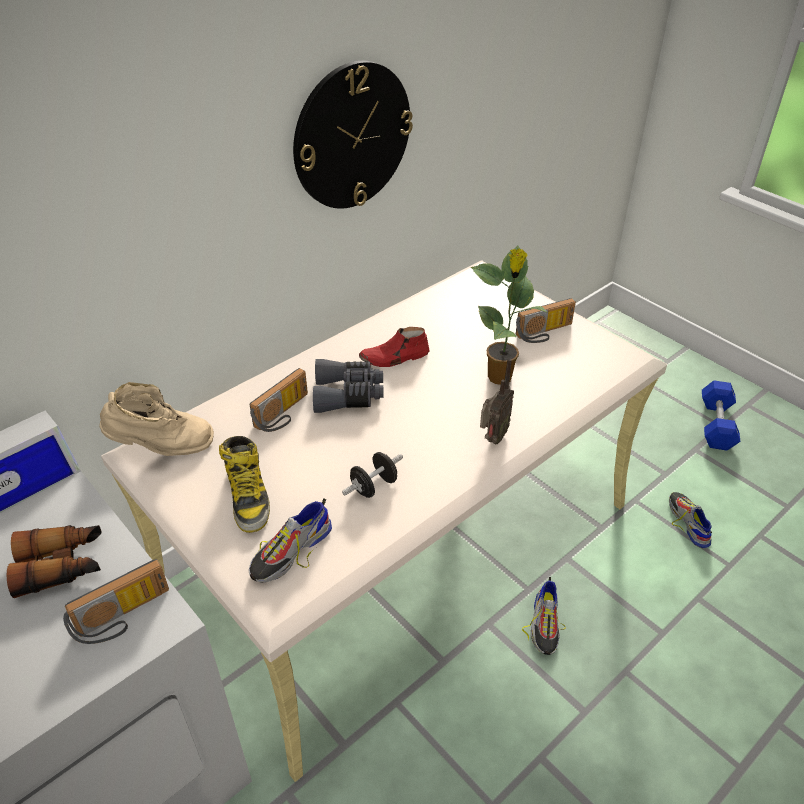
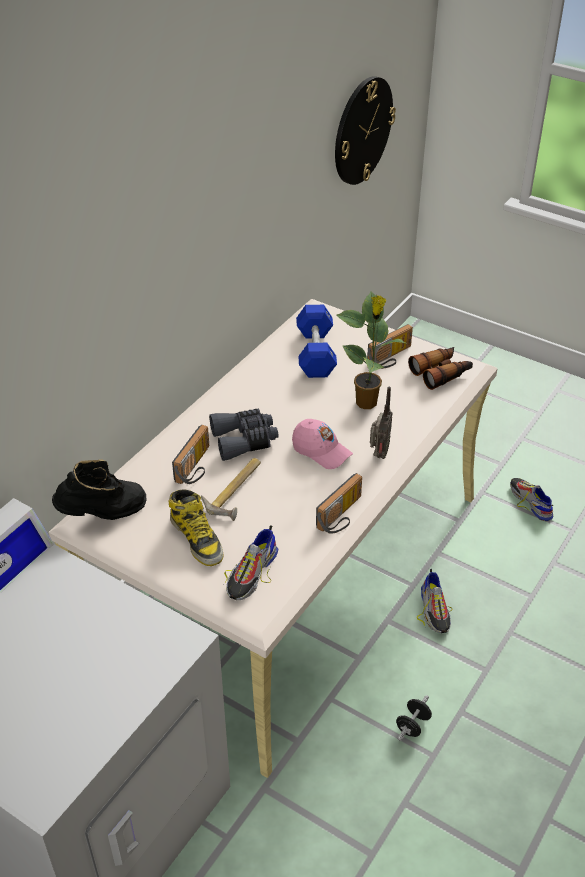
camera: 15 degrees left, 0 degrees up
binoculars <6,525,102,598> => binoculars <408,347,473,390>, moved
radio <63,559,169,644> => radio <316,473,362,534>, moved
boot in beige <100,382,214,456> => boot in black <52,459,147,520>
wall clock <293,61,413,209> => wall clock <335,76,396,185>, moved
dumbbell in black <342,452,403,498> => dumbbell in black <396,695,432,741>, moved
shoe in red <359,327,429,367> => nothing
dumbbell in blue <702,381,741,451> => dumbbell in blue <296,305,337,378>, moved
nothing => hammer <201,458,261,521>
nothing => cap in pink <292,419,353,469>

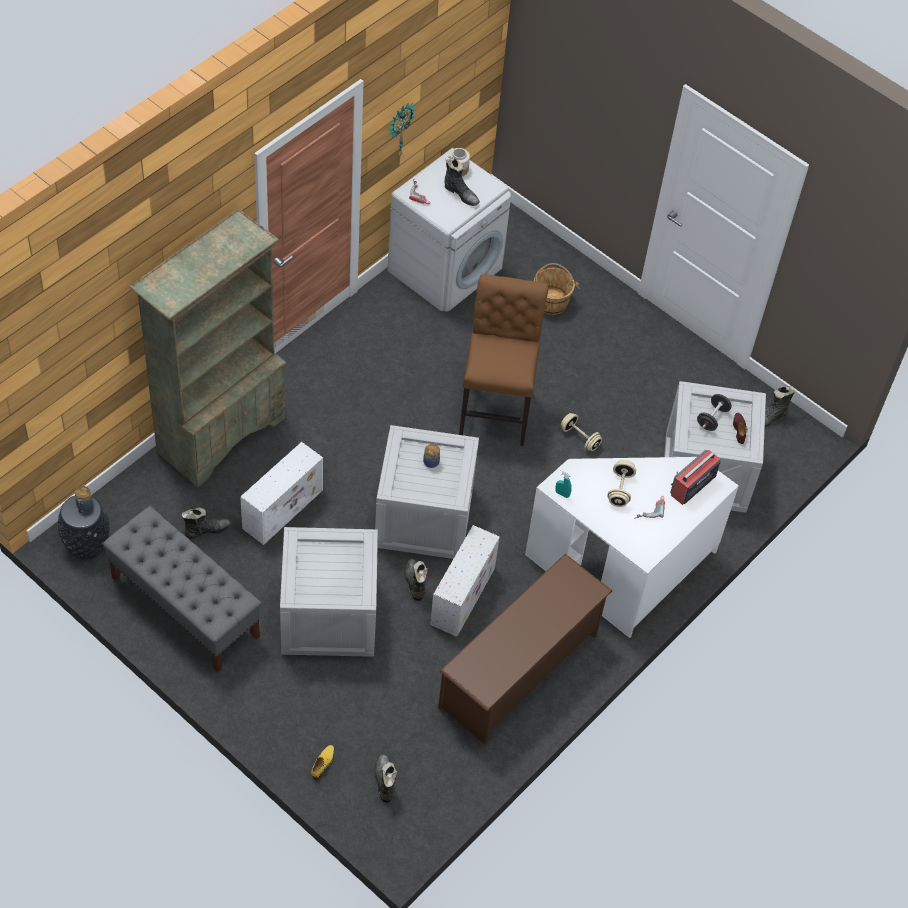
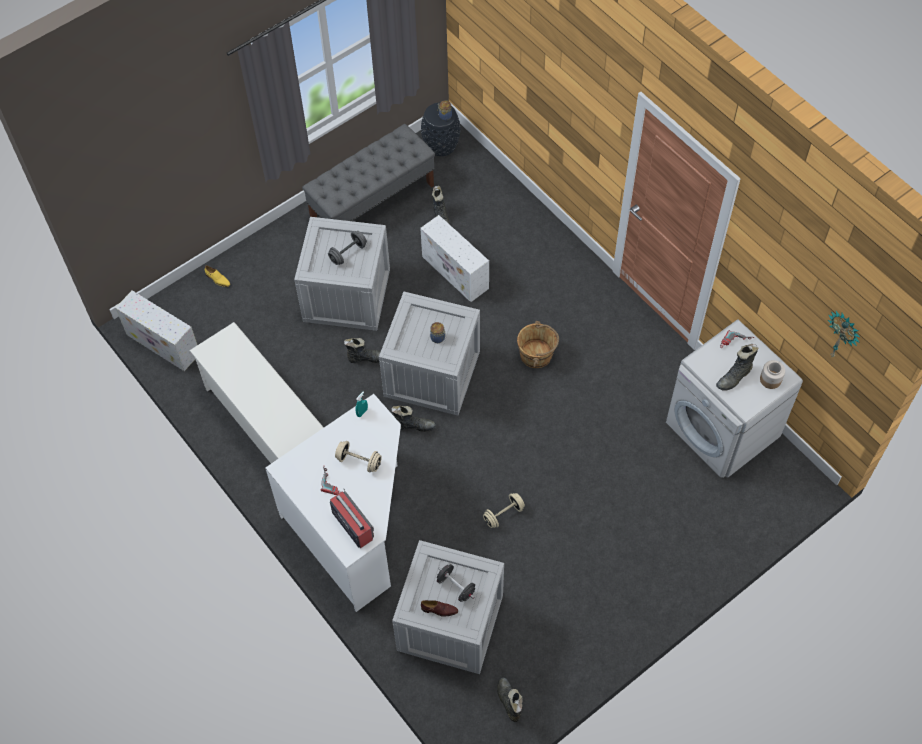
camera: 105 degrees right, 5 degrees up
bookcase in green <129,208,287,487> => nothing
boot in black <375,755,397,802> => boot in black <391,406,436,432>, moved
wall clock <389,103,416,157> => wall clock <828,311,860,357>, moved
storage box in white <430,525,500,637> => storage box in white <115,290,197,371>, moved
shoe rack in brown <438,554,612,745> => shoe rack in white <189,322,324,463>
stool in brown <459,274,548,446> => nothing
bucket in brown <534,263,580,315> => bucket in brown <517,321,559,368>, moved
nothing => dumbbell in grey <328,231,367,265>

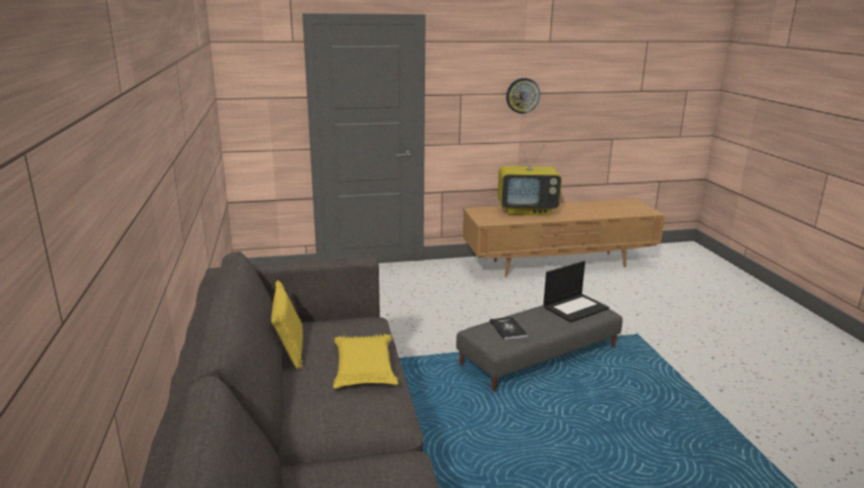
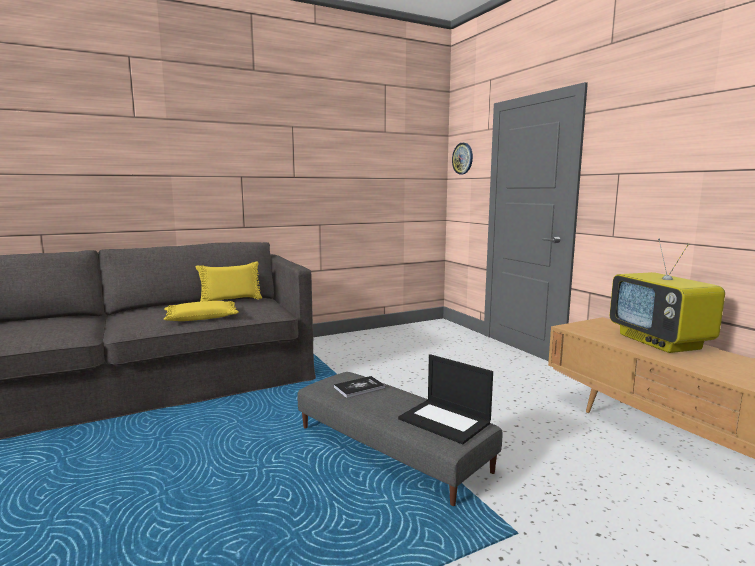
camera: 75 degrees right, 10 degrees down
wall clock <506,78,540,114> => wall clock <452,143,473,175>, moved

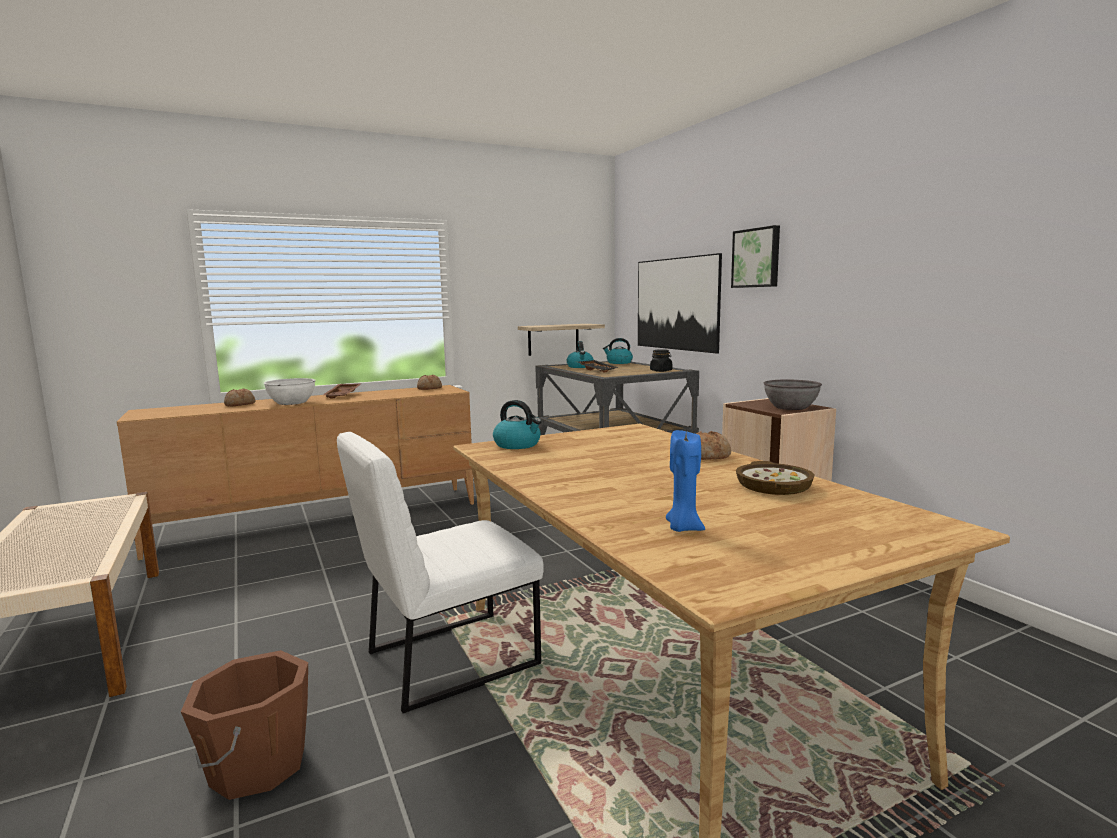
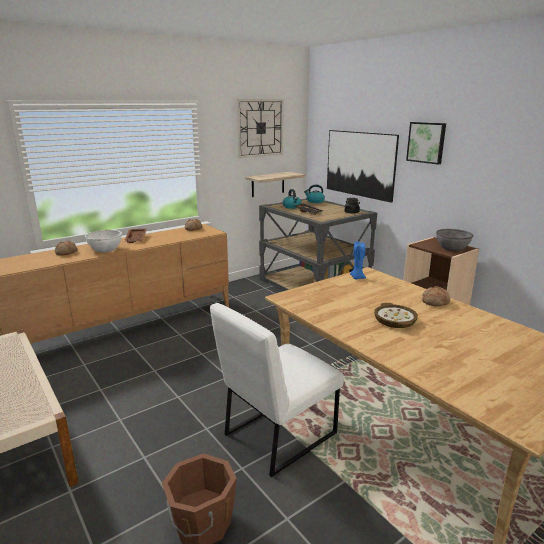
camera: 10 degrees left, 10 degrees up
kettle <493,400,542,449> => nothing
candle in blue <666,430,705,532> => candle in blue <350,241,366,279>, moved
bowl <736,461,815,495> => bowl <374,303,418,328>, moved
nothing => wall clock <237,99,284,158>

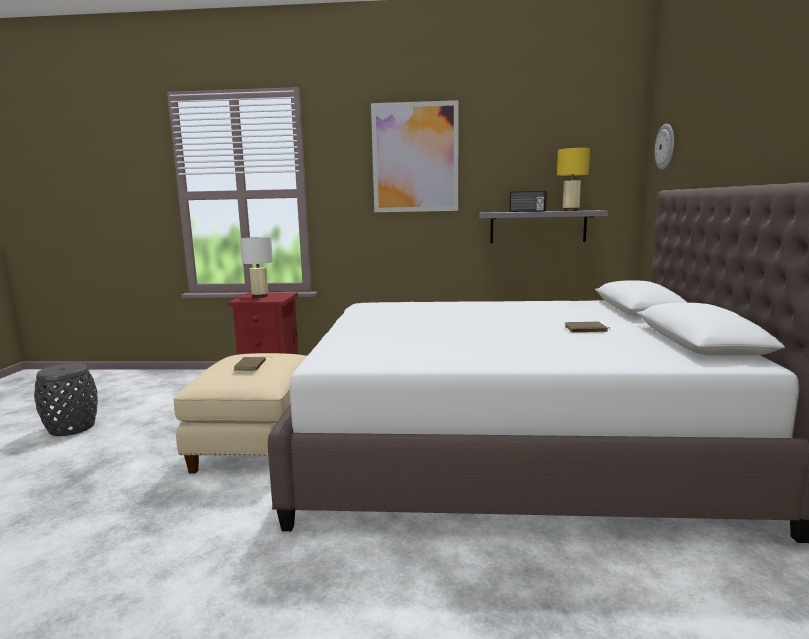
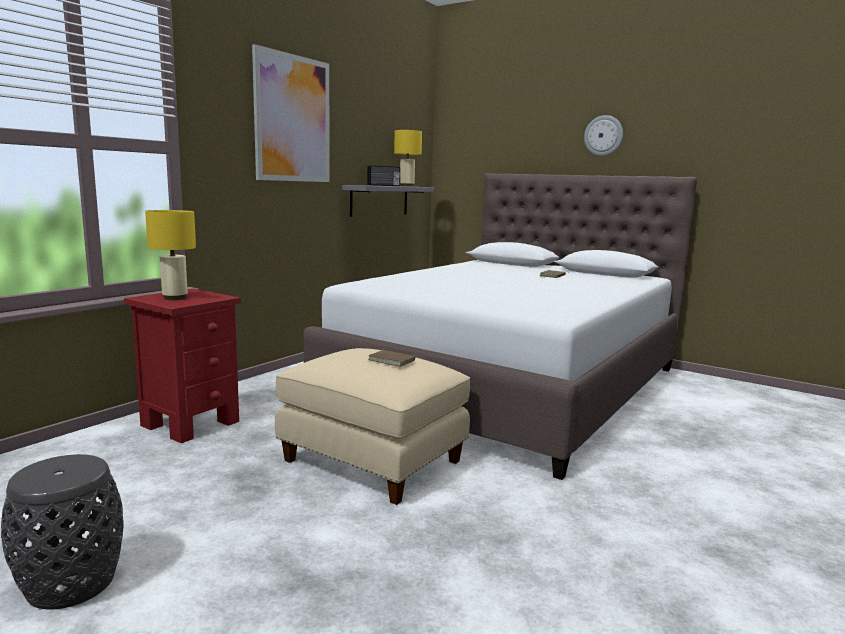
camera: 60 degrees left, 0 degrees up
table lamp in white <240,237,273,298> => table lamp in yellow <145,210,196,300>
wall clock <655,124,674,170> => wall clock <584,115,623,156>, moved

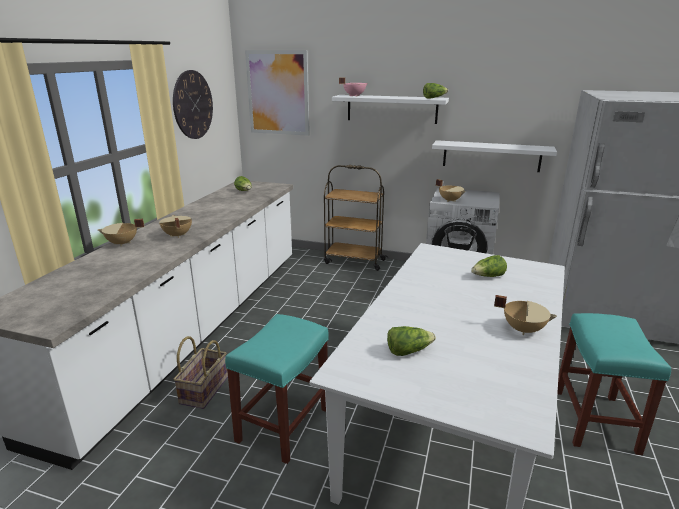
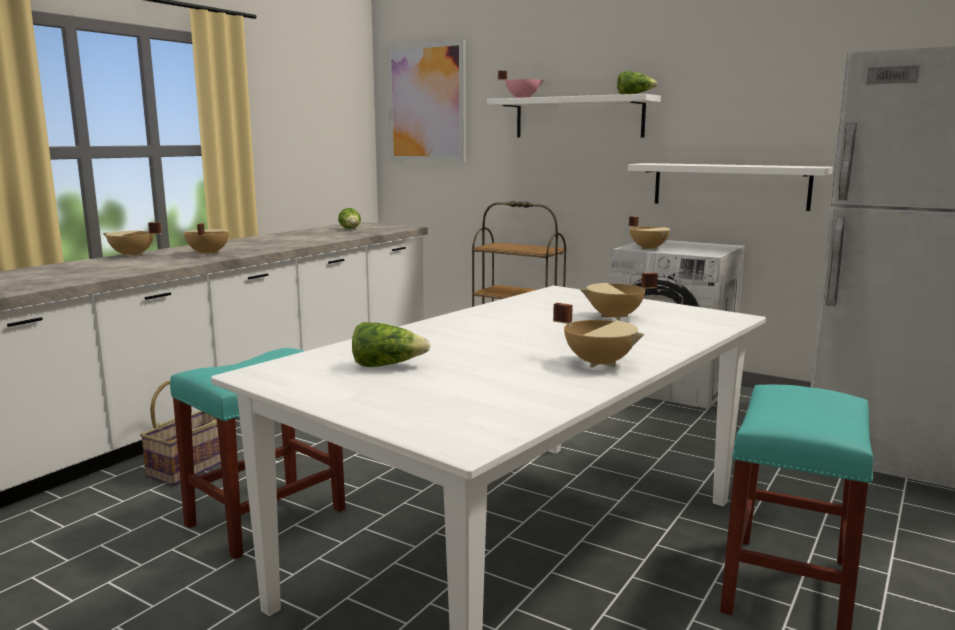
camera: 15 degrees right, 10 degrees down
wall clock <173,70,213,139> => nothing
lettuce <471,255,507,277> => cooking pot in beige <580,273,658,320>

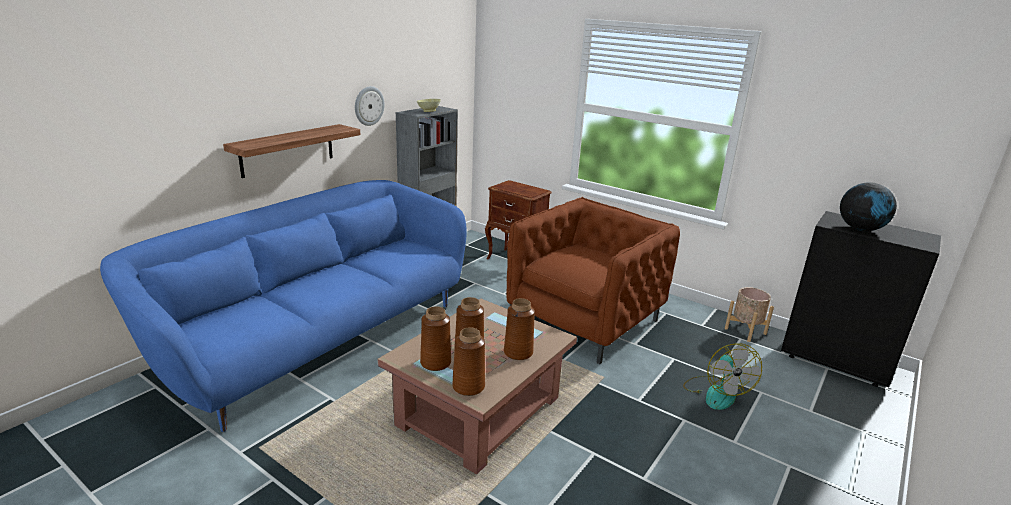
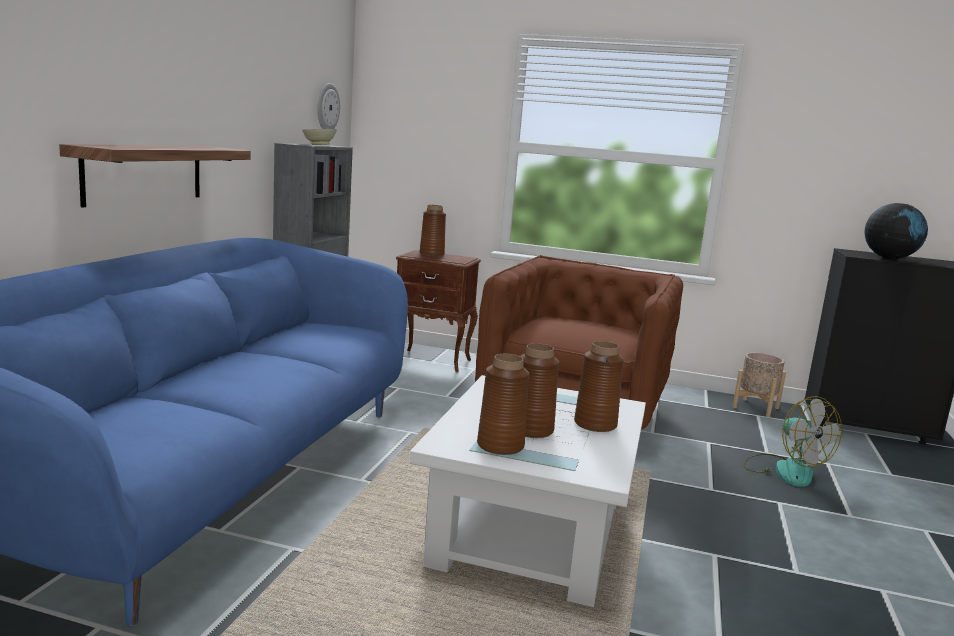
camera: 20 degrees left, 10 degrees down
wall clock <355,86,385,126> => wall clock <317,83,340,129>, moved
coffee table in brown <377,299,577,475> => coffee table in white <409,375,646,607>
vase in brown <452,327,485,396> => vase in brown <420,205,446,256>, moved

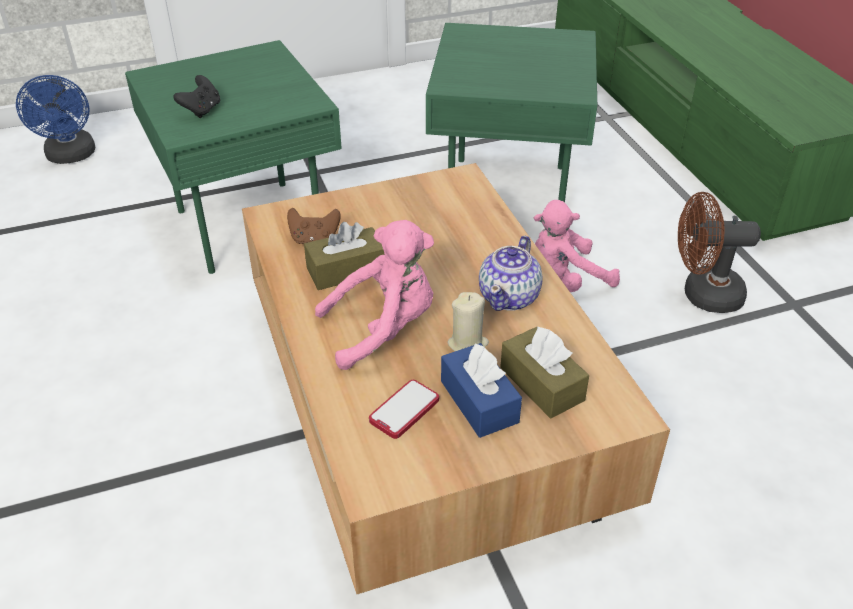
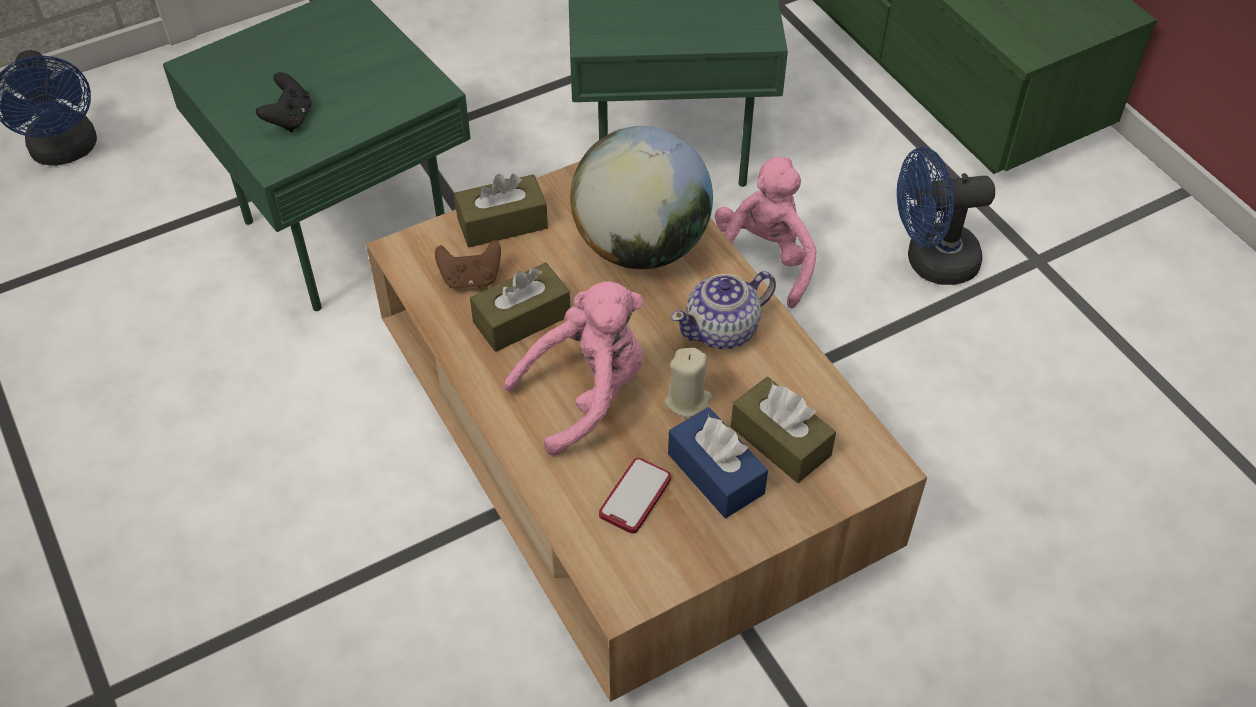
camera: 10 degrees left, 10 degrees up
teapot <479,236,543,311> => teapot <671,271,776,349>, 45 degrees clockwise
plush toy in pink <534,200,620,292> => plush toy in pink <715,157,817,308>, 135 degrees clockwise
fan in brown <678,192,761,313> => fan in blue <897,147,995,285>
nothing => tissue box in brown <454,174,548,247>
nothing => globe <570,126,713,269>

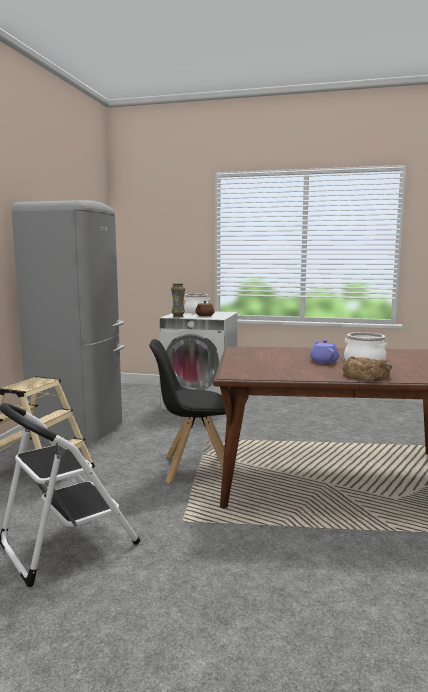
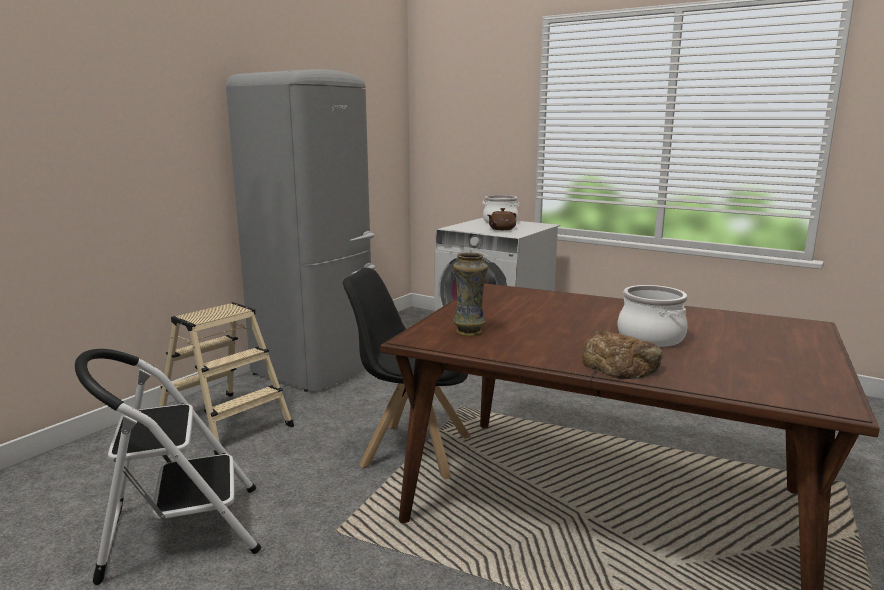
camera: 20 degrees right, 5 degrees up
vase <171,283,185,318> => vase <453,252,488,336>, moved
teapot in purple <310,340,339,363> => nothing

